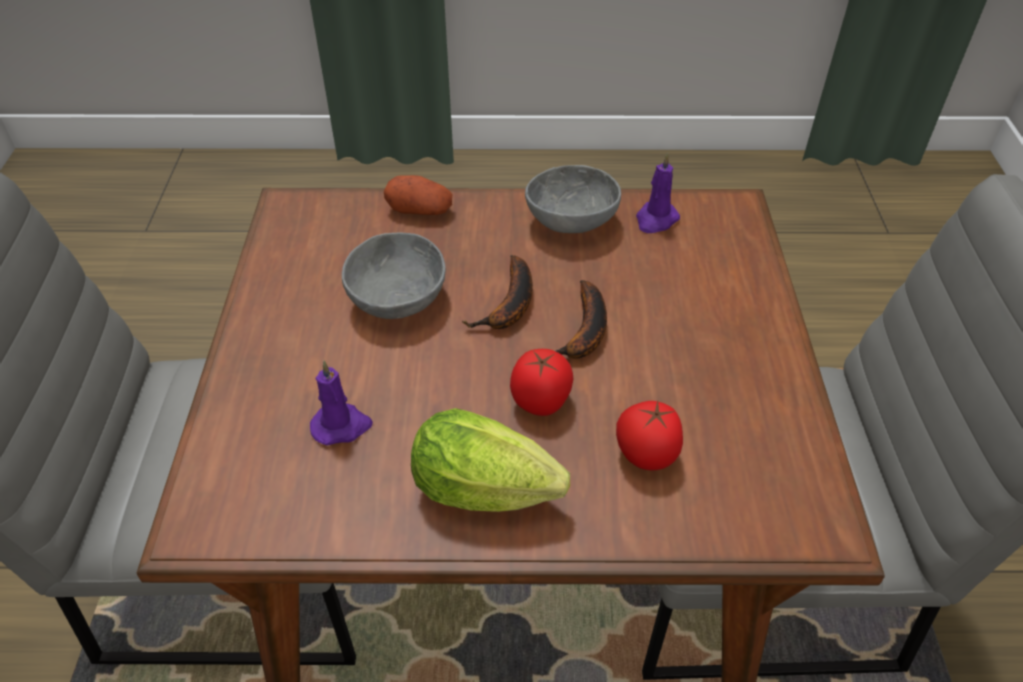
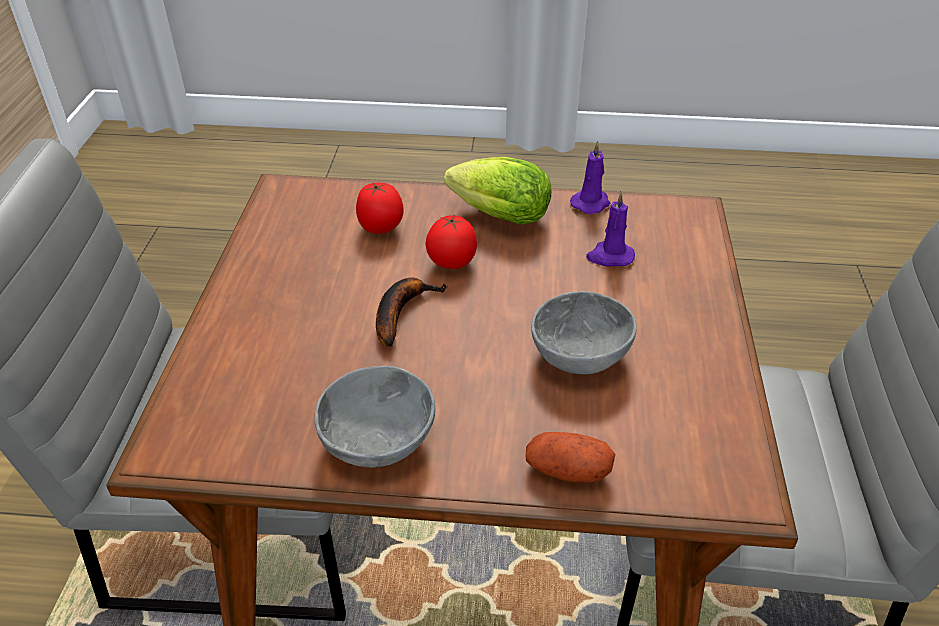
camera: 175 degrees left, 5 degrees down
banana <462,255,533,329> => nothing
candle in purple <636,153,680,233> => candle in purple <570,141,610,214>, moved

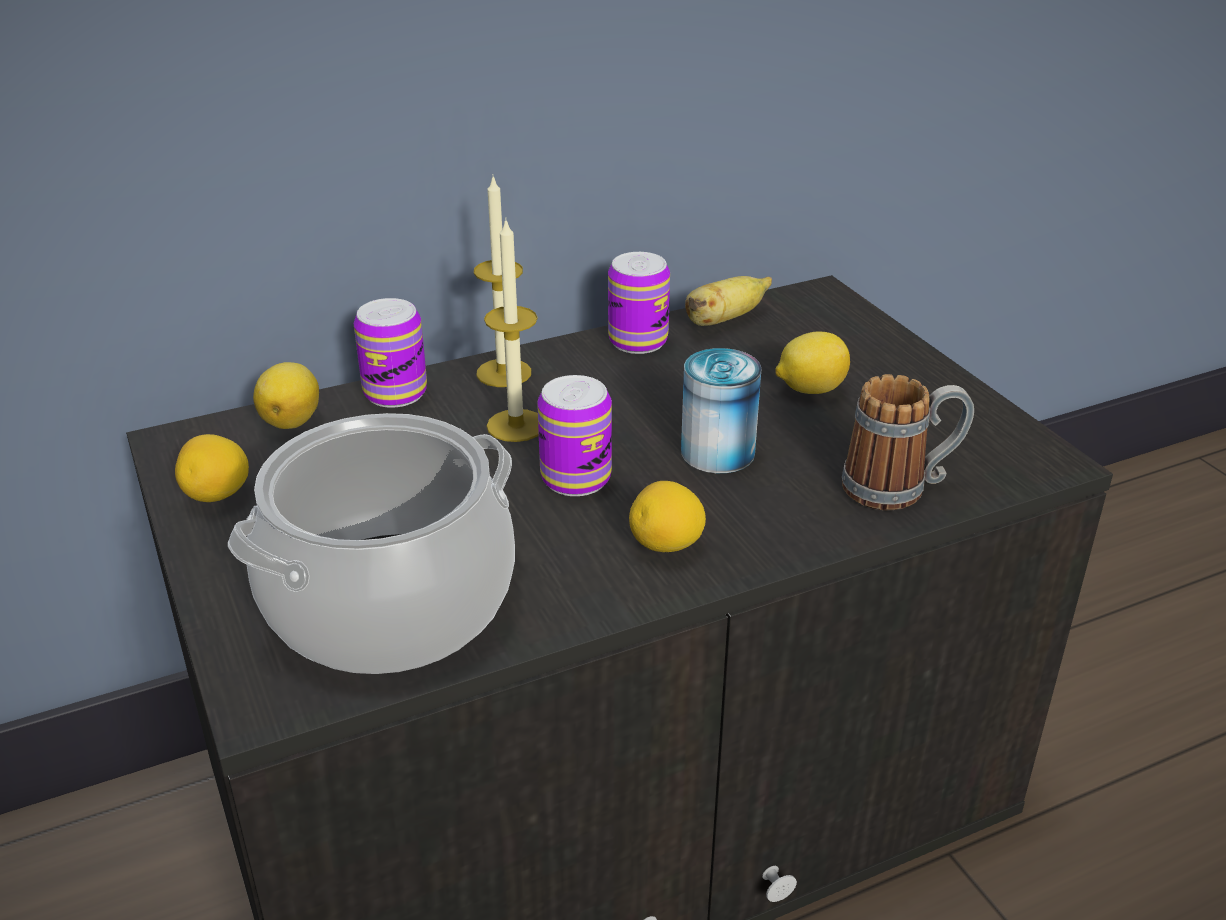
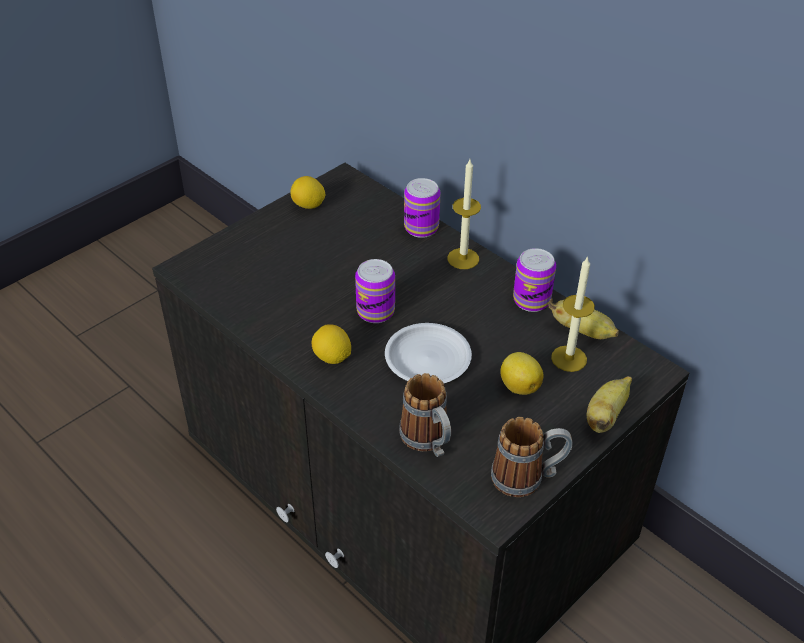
camera: 70 degrees right, 10 degrees up
cooking pot <228,413,515,674> => nothing
lemon <253,362,319,429> => nothing
candle <484,218,539,442> => candle <551,256,595,372>, moved
can <681,348,761,473> => plate in white <385,323,472,383>
nothing => mug <491,417,573,497>
nothing => banana <587,376,632,433>

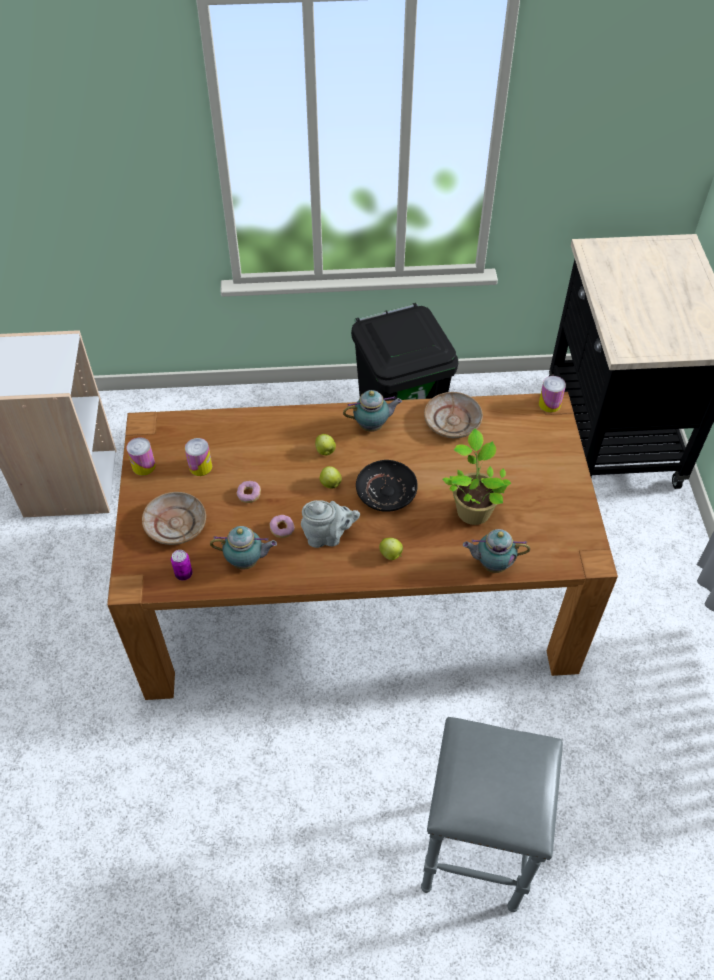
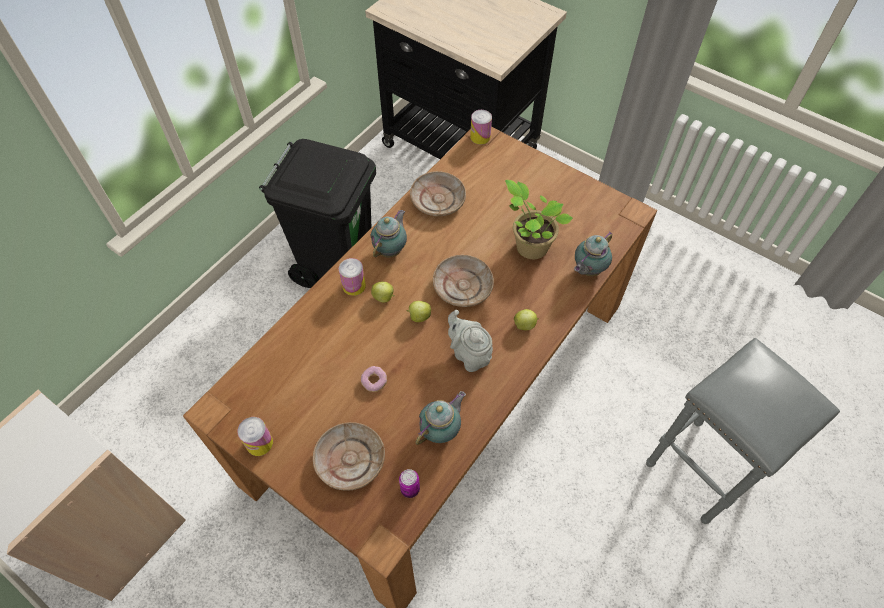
camera: 50 degrees left, 5 degrees up
can <185,438,212,476> => can <339,258,366,296>, moved
donut <269,515,295,538> => nothing
teapot in grey <301,500,360,548> => teapot in grey <448,310,493,372>, 75 degrees counterclockwise
plate in black <356,460,418,512> => plate in beige <433,255,494,307>

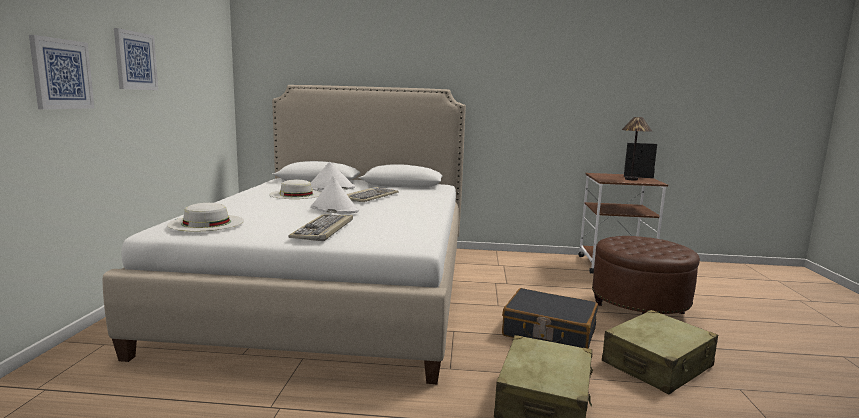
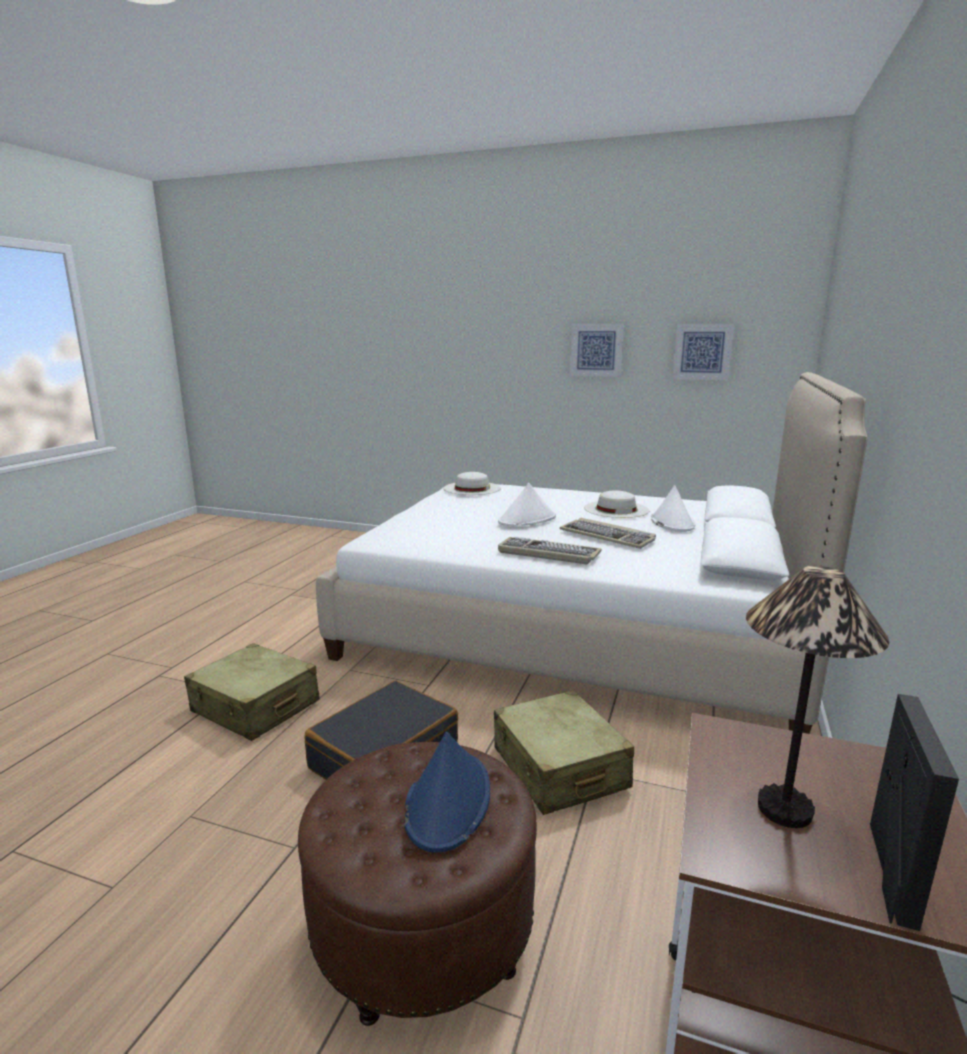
camera: 105 degrees right, 5 degrees up
picture <29,35,94,109> => picture <672,324,734,380>, moved
keyboard <288,214,353,241> => keyboard <498,537,601,564>, moved
suitcase in beige <602,310,718,394> => suitcase in beige <494,690,634,815>, moved
nothing => hat in blue <404,732,490,853>

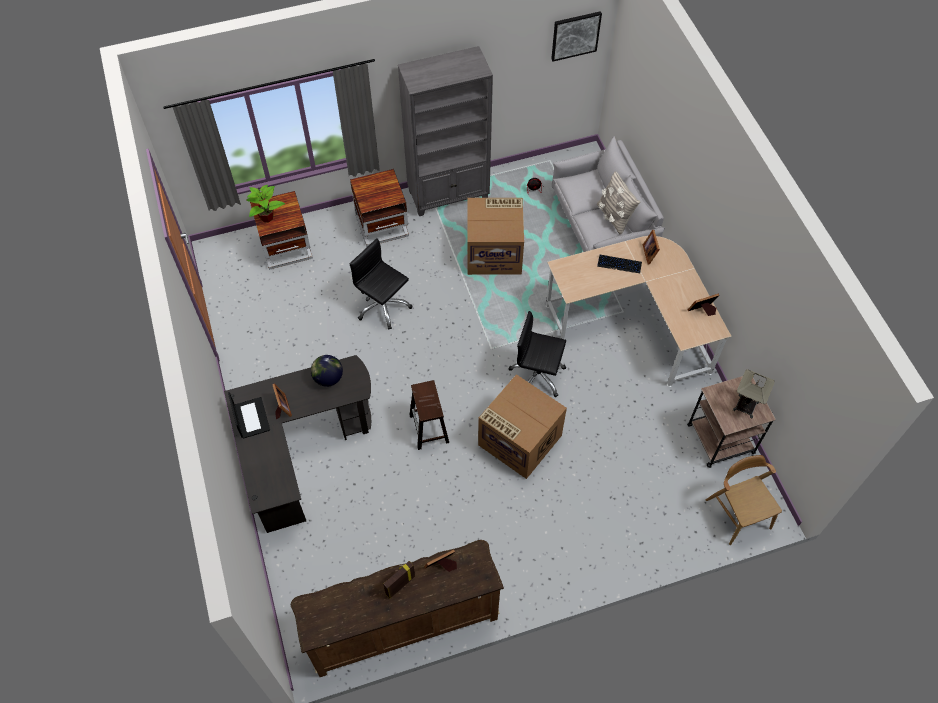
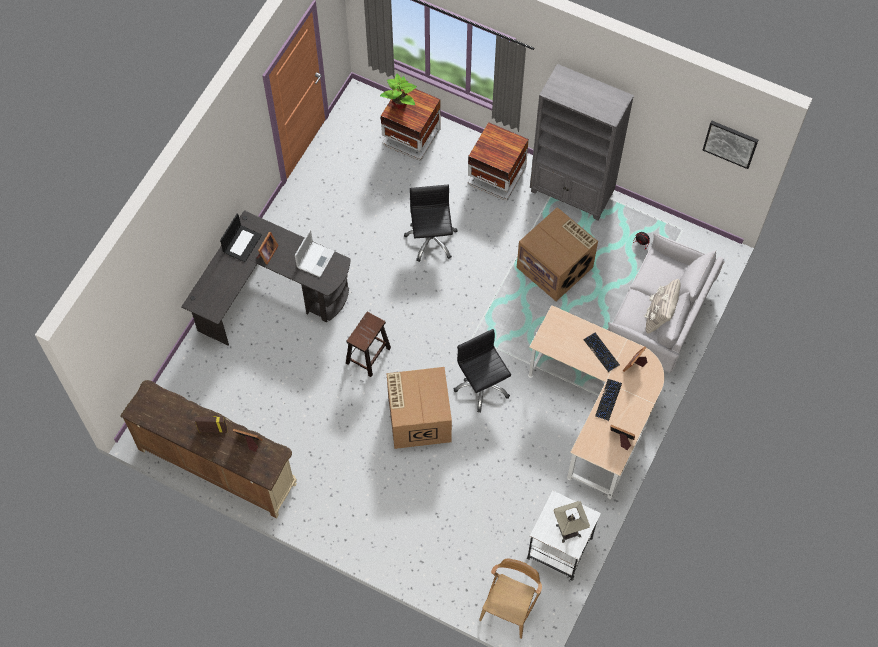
camera: 45 degrees right, 5 degrees up
globe <311,355,343,387> => laptop <295,229,335,277>
cart in brown <687,376,776,468> => cart in white <527,491,601,581>
nothing => keyboard <595,379,622,421>

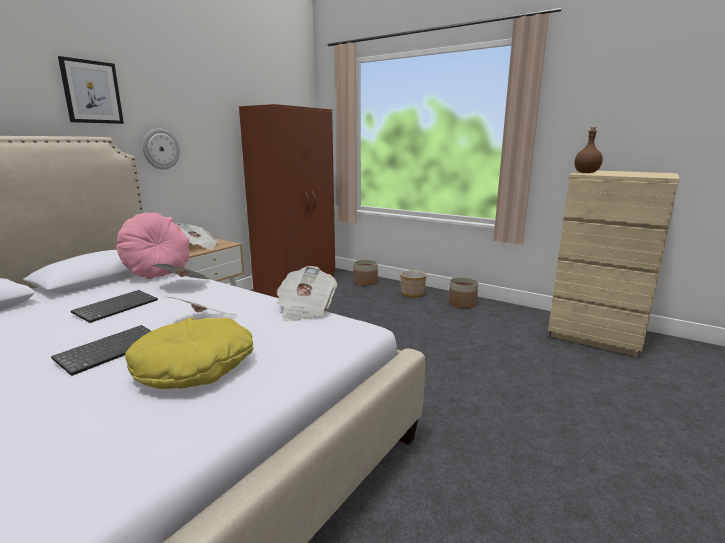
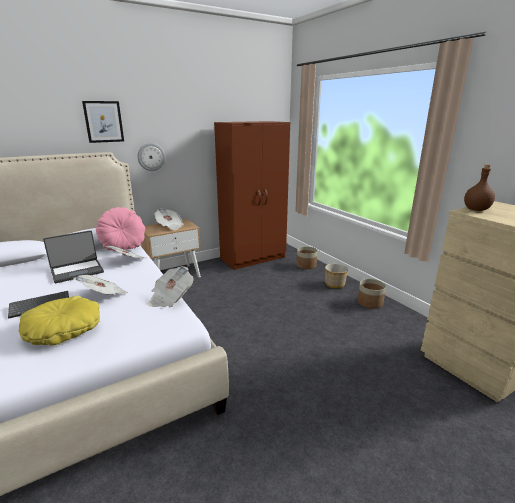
camera: 25 degrees right, 5 degrees up
keyboard <71,290,158,323> => laptop <43,230,104,283>

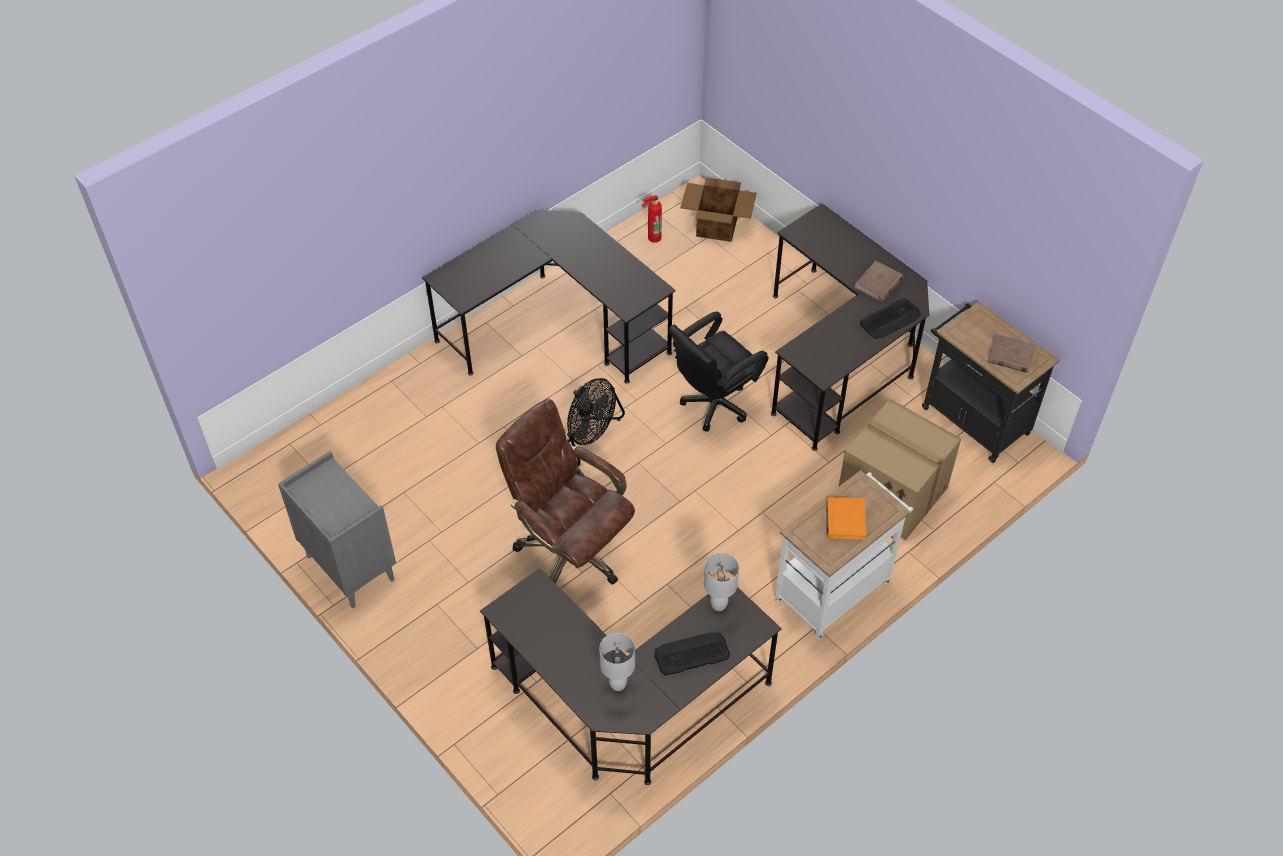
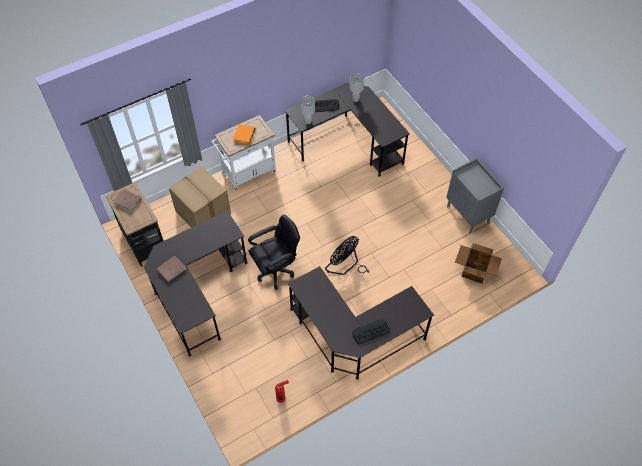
camera: 170 degrees left, 5 degrees up
office chair in brown <496,398,635,585> => nothing
cardboard box <680,177,757,242> => cardboard box <455,243,502,283>, moved
keyboard <860,298,921,339> => keyboard <352,319,390,344>, moved

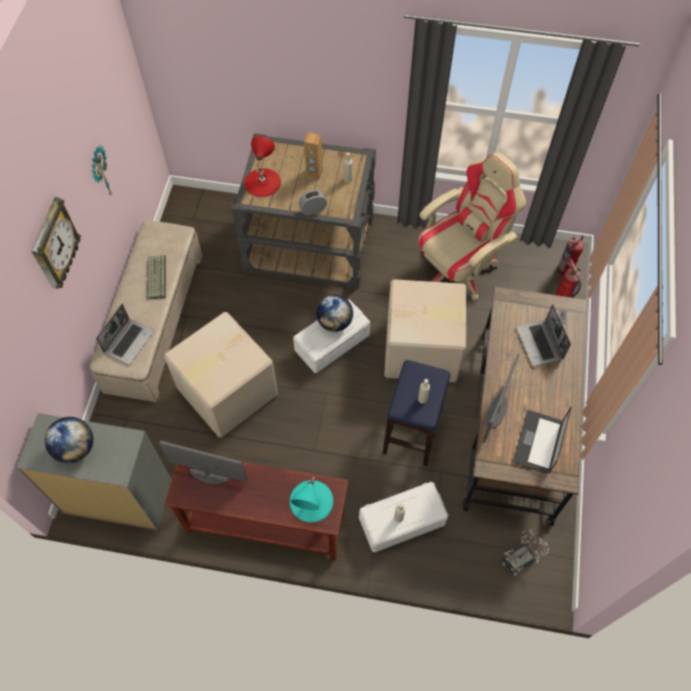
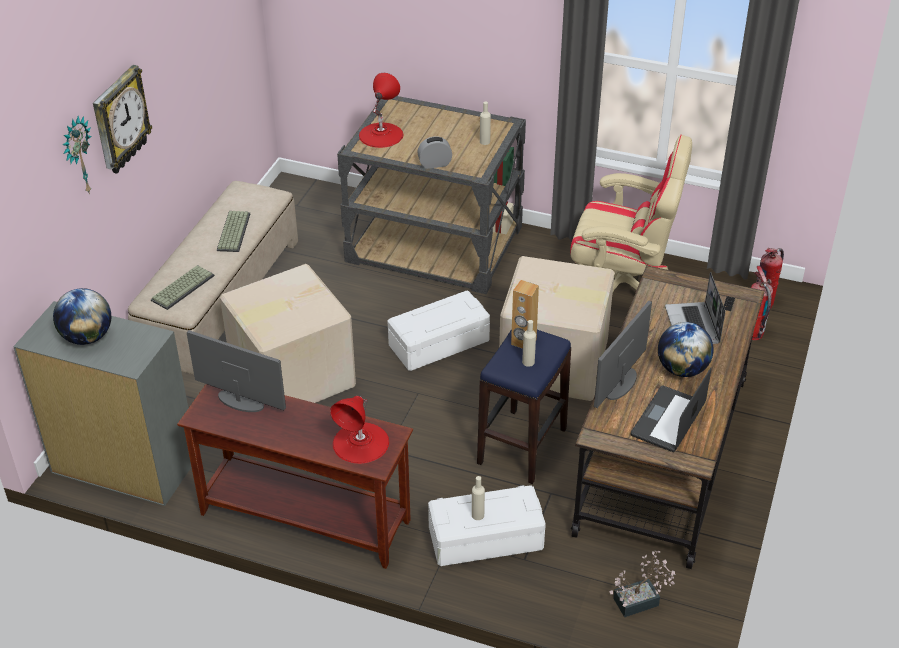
camera: 10 degrees right, 20 degrees down
wall clock <92,145,113,196> => wall clock <63,116,91,194>, moved
laptop <96,304,154,365> => keyboard <151,265,215,310>
table lamp in turquoise <290,477,333,523> => table lamp in red <330,395,389,464>
speaker in brown <304,132,323,179> => speaker in brown <511,280,539,349>, moved
globe <316,295,353,332> => globe <658,322,714,377>, moved
office chair in beige <418,152,526,300> => office chair in beige <570,135,692,291>, 45 degrees clockwise

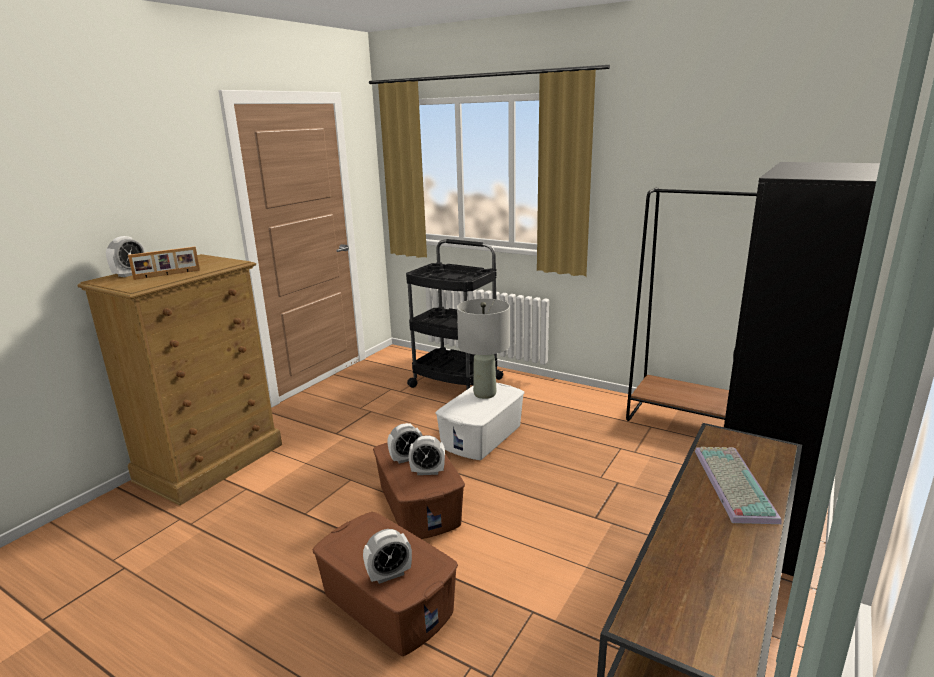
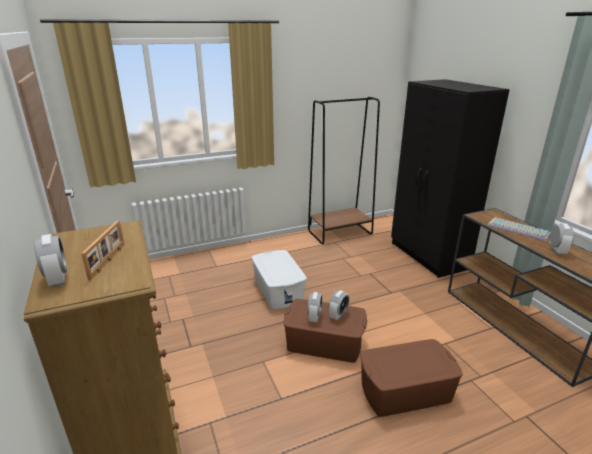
camera: 55 degrees left, 5 degrees up
alarm clock <363,529,412,584> => alarm clock <550,223,574,255>, moved
cart in black <406,239,503,390> => nothing
table lamp in grey <457,299,510,399> => nothing

